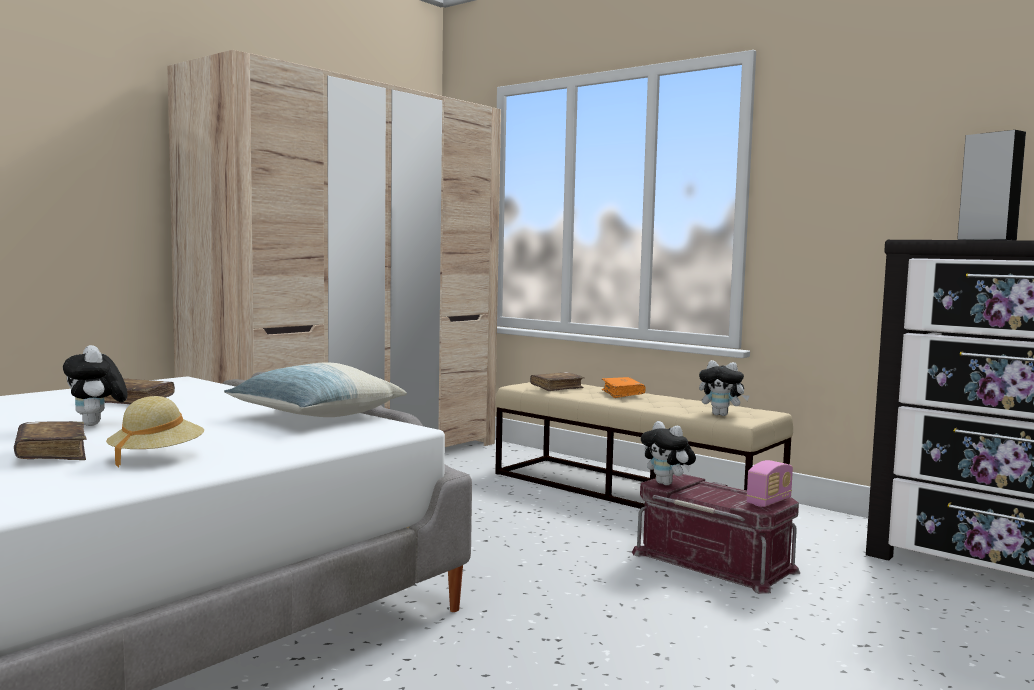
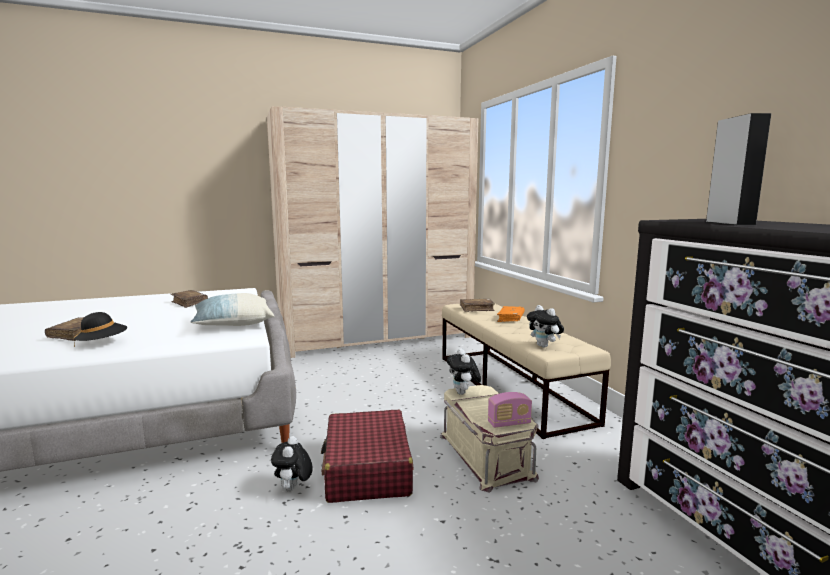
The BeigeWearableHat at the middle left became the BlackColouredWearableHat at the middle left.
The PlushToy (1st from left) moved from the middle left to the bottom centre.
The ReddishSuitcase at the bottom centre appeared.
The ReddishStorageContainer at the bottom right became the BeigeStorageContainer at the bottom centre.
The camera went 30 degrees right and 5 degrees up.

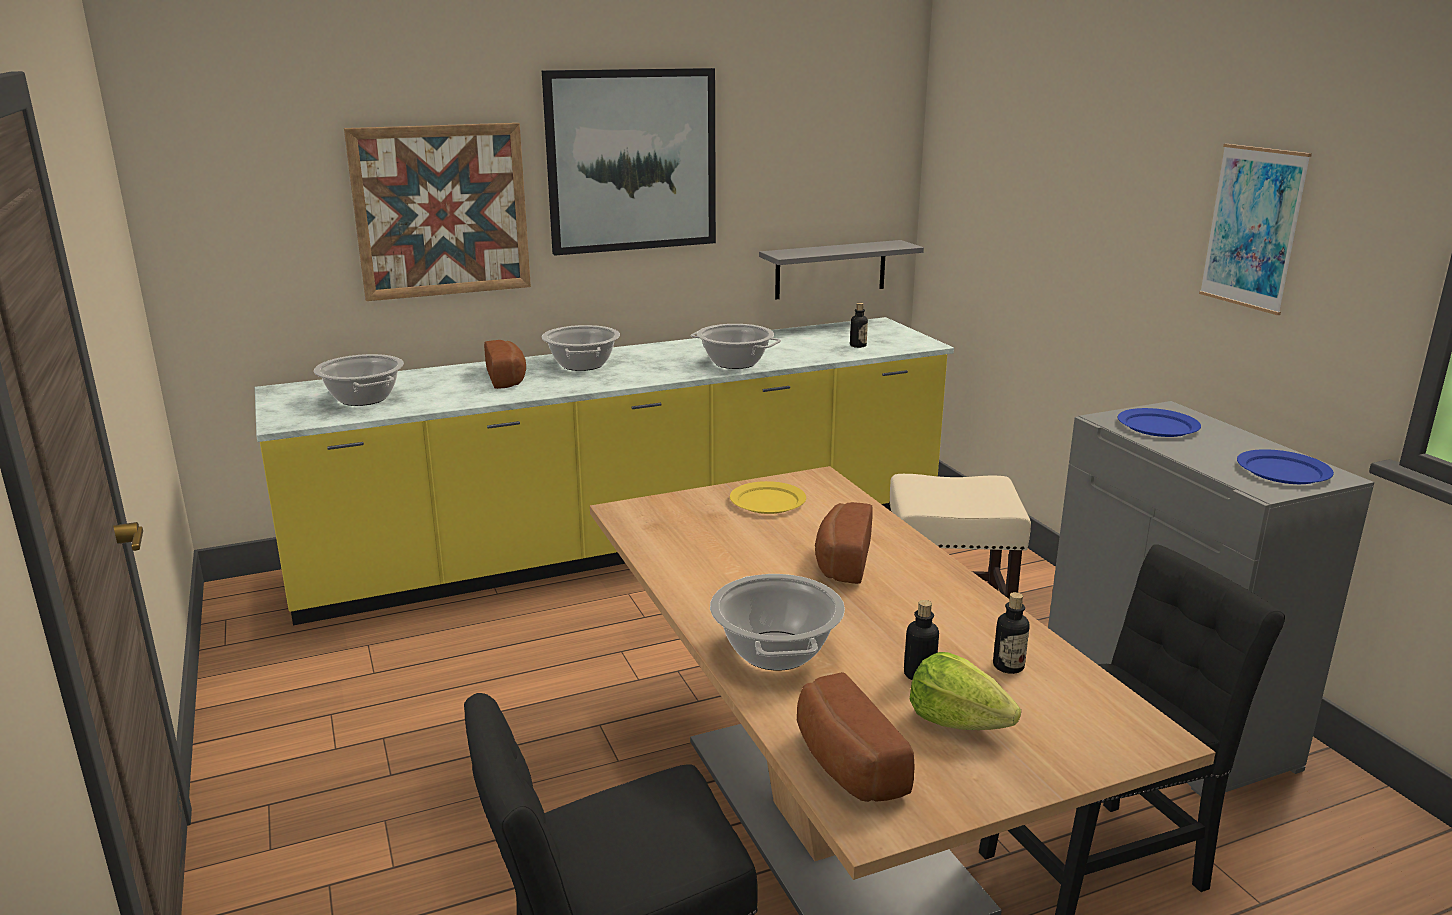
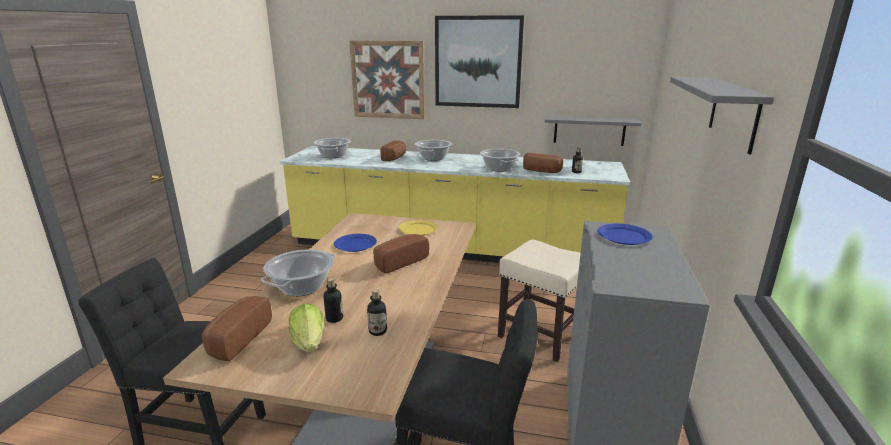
The BlueColouredDinnerPlate (2nd from left in the first image) moved from the middle right to the centre.
The BakedBread (4th from left) at the centre appeared.
The WallArt (3rd from left) at the top right was replaced by the GreyishShelf (2nd from left) at the top right.
The camera went 35 degrees right and 0 degrees up.

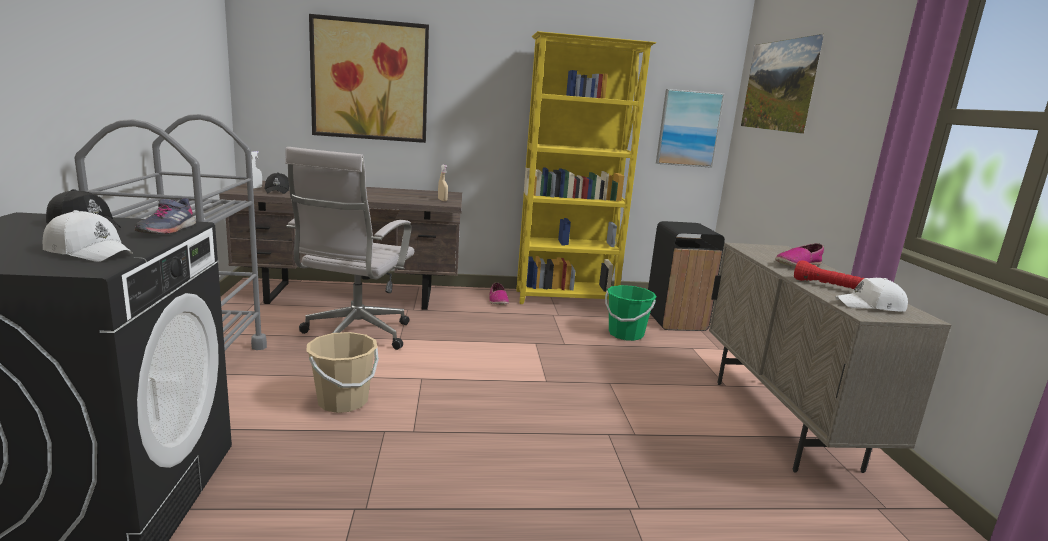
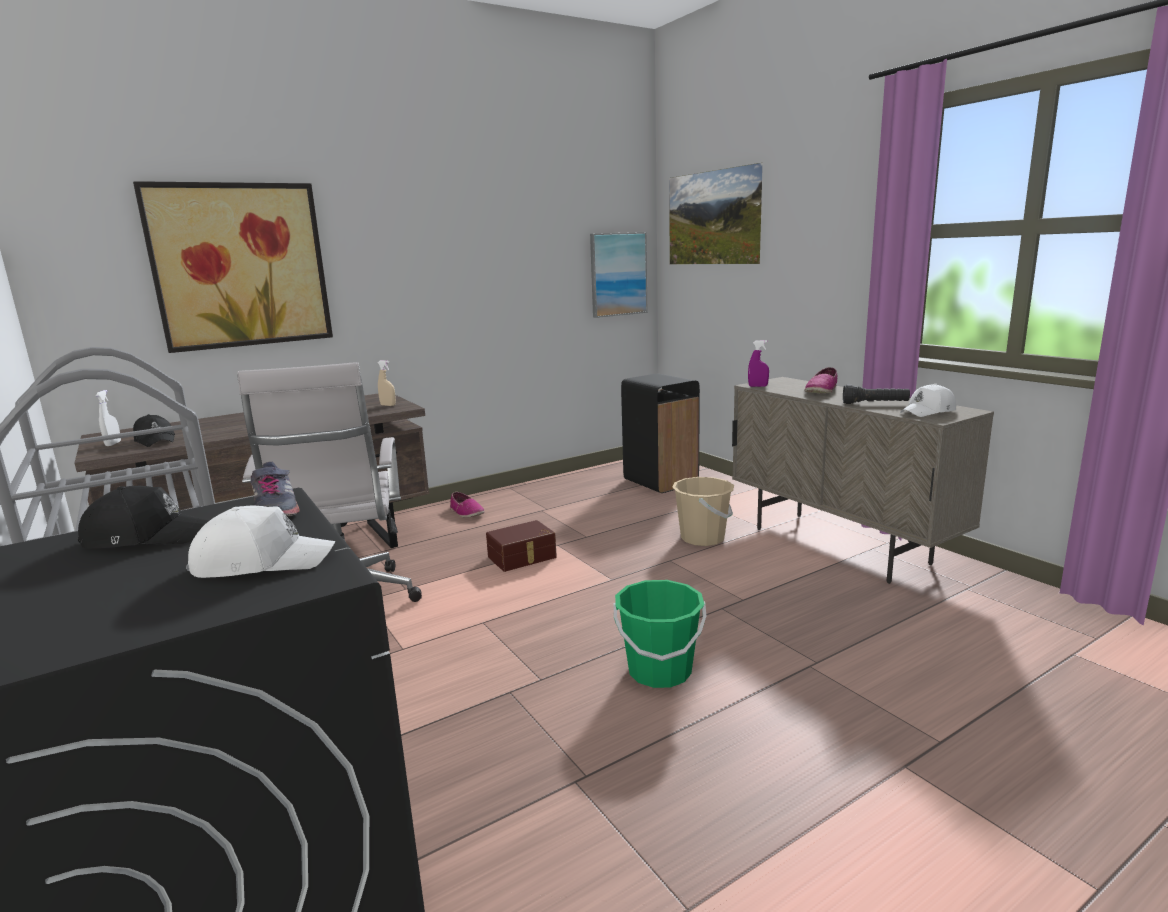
The BrownStorageContainer at the centre appeared.
The GreenishBucket moved from the centre to the bottom centre.
The BeigeBucket moved from the bottom left to the centre.
The PurplishSprayer at the centre appeared.
The ReddishHandTorch at the middle right became the BlackColouredHandTorch at the middle right.
The YellowBookshelf at the top centre disappeared.
The camera went 25 degrees left and 0 degrees up.

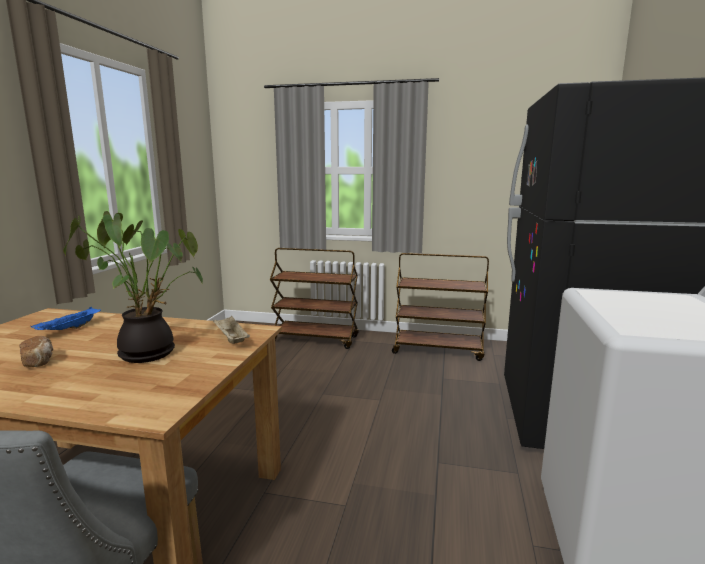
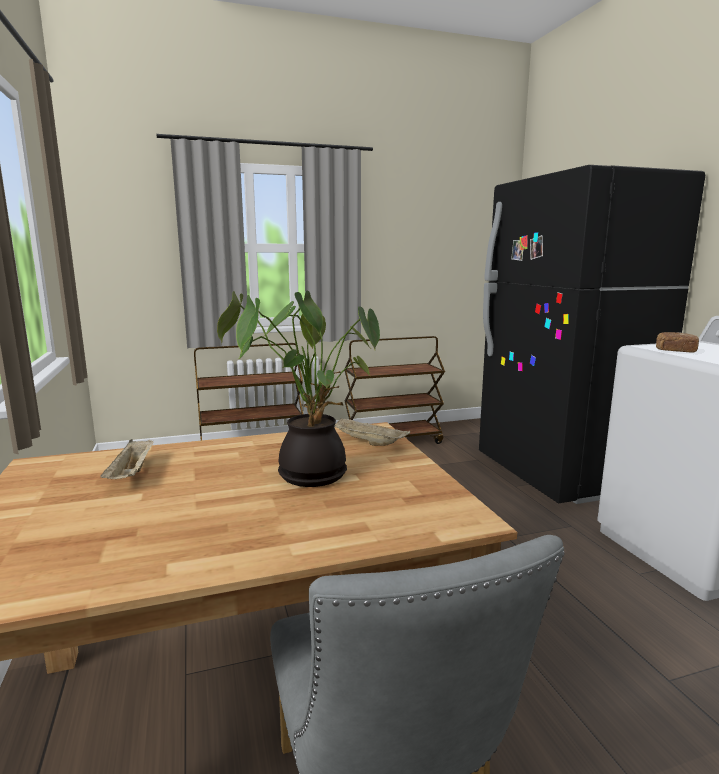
The BlueColouredServingTray at the middle left became the BeigeServingTray (1st from left) at the middle left.
The BakedBread moved from the middle left to the middle right.
The camera went 30 degrees left and 0 degrees up.

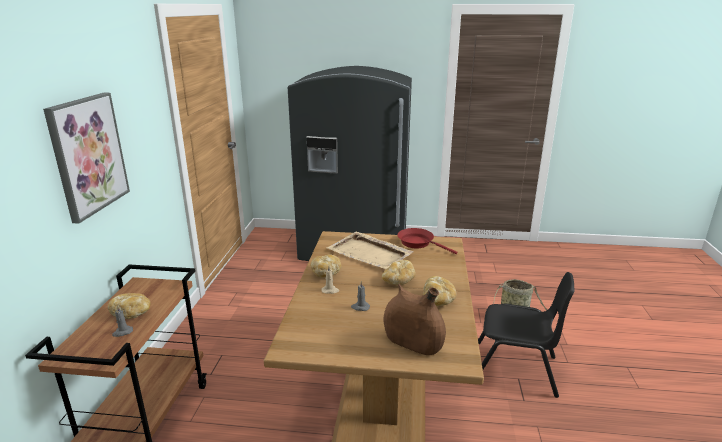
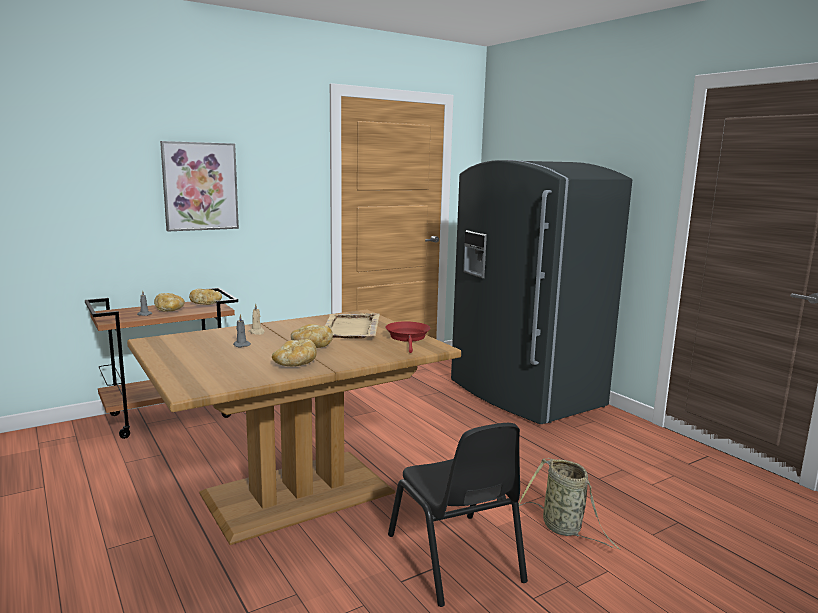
The BakedBread (2nd from left) moved from the centre to the middle left.
The BrownFlowerVase at the bottom centre disappeared.
The camera went 50 degrees right and 10 degrees down.

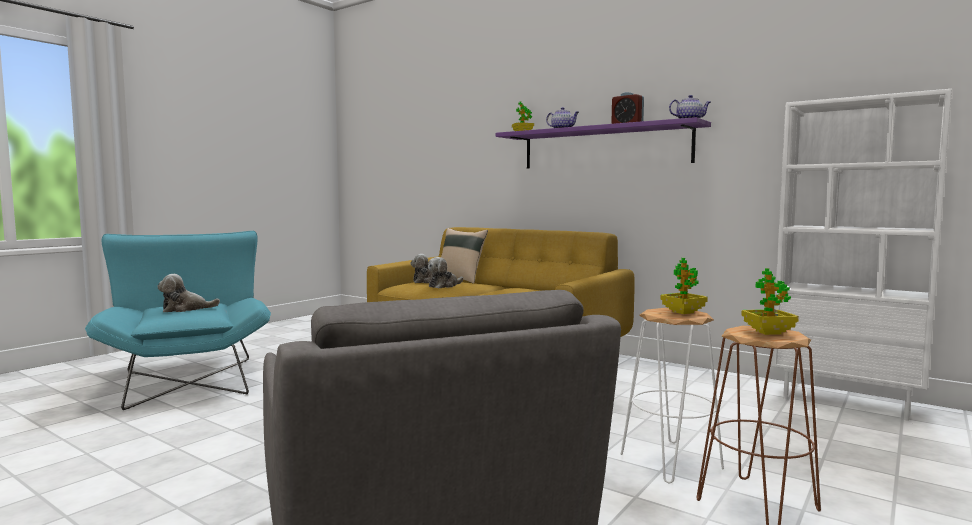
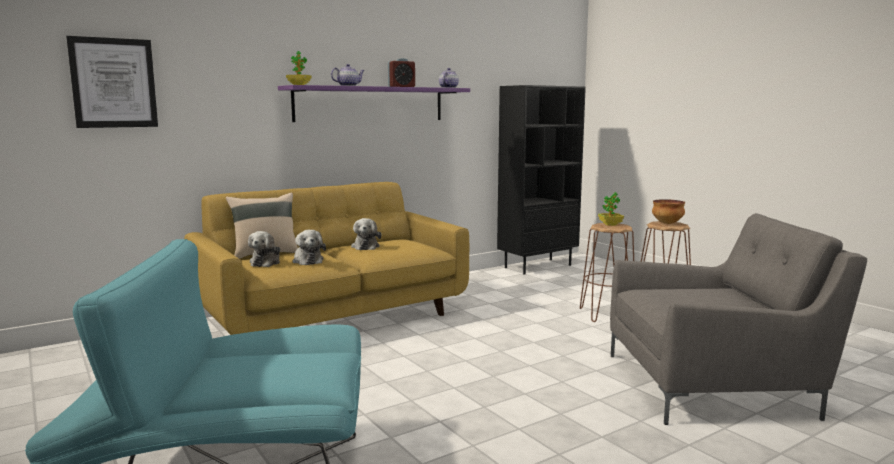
The WallArt at the top left appeared.
The PlushToy (1st from left in the first image) moved from the middle left to the centre.
The WhiteColouredBookshelf at the middle right became the BlackColouredBookshelf at the centre.
The WhiteColouredSittingStool at the bottom right became the BrownSittingStool (1st from left) at the middle right.
The PlantInAPot (3rd from left) at the middle right was replaced by the ServingBowl at the middle right.
The camera went 70 degrees left and 5 degrees up.

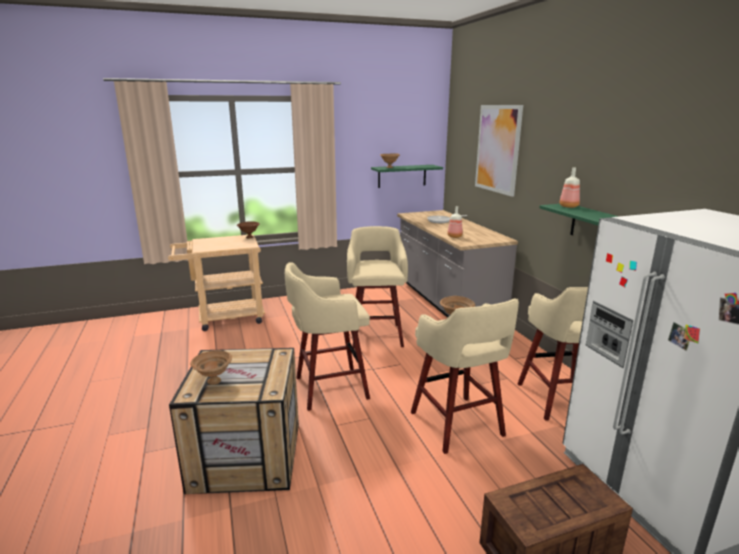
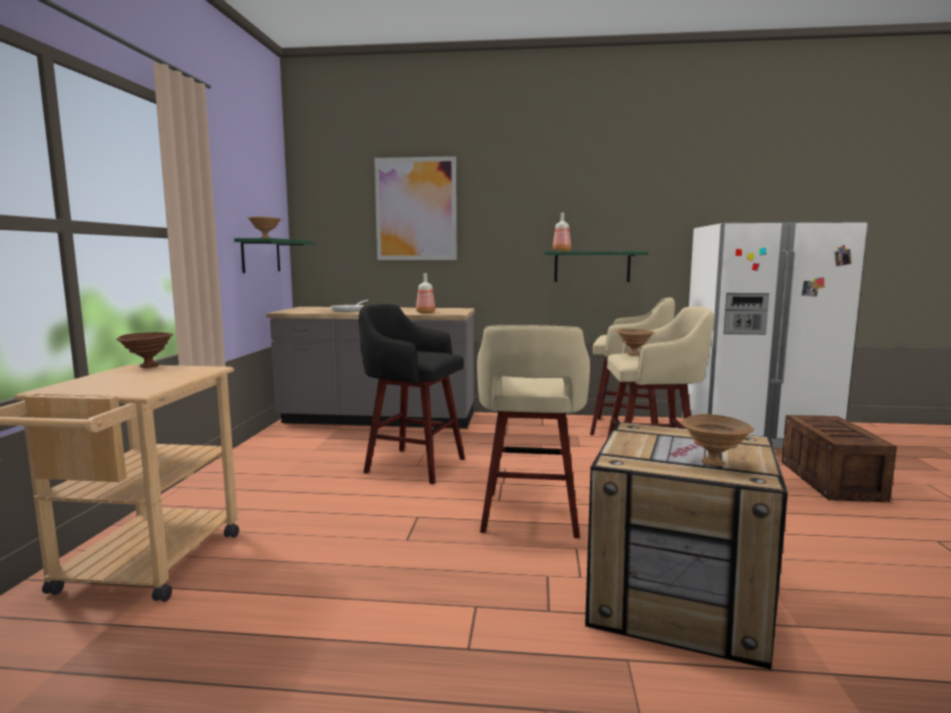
The BeigeSittingStool (2nd from left) at the centre became the BlackColouredSittingStool at the centre.
The camera went 65 degrees left and 10 degrees down.

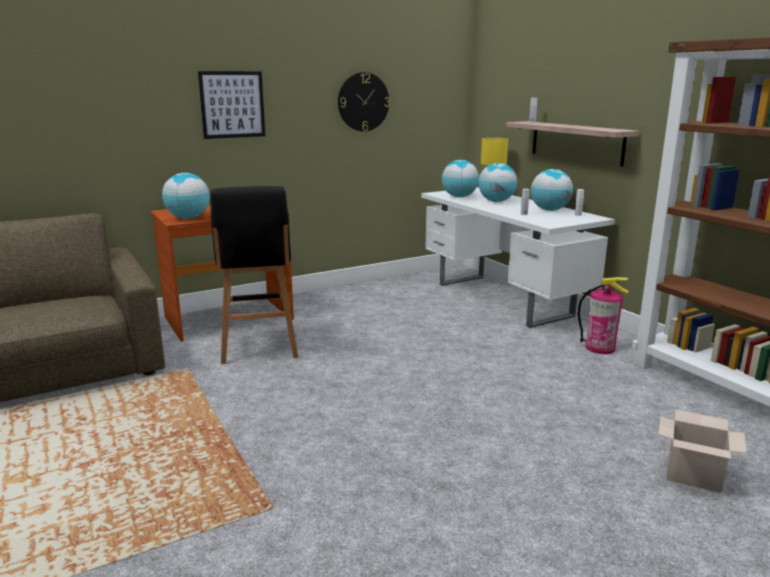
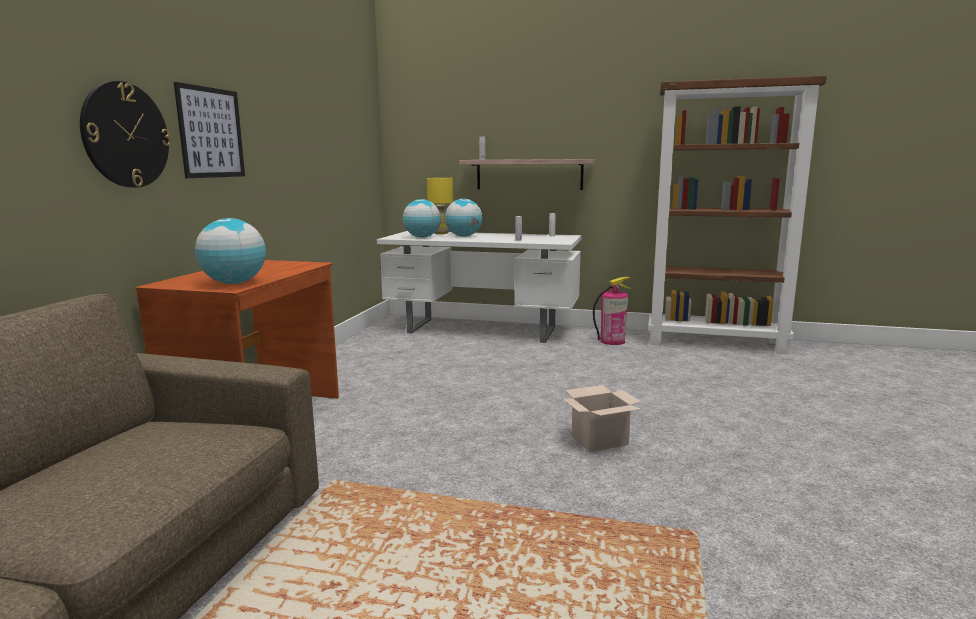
The WallClock moved from the top centre to the top left.
The PackingBox moved from the bottom right to the bottom centre.
The BlackColouredSittingStool at the middle left disappeared.
The DeskGlobe (4th from left) at the top right disappeared.
The camera went 45 degrees left and 5 degrees down.

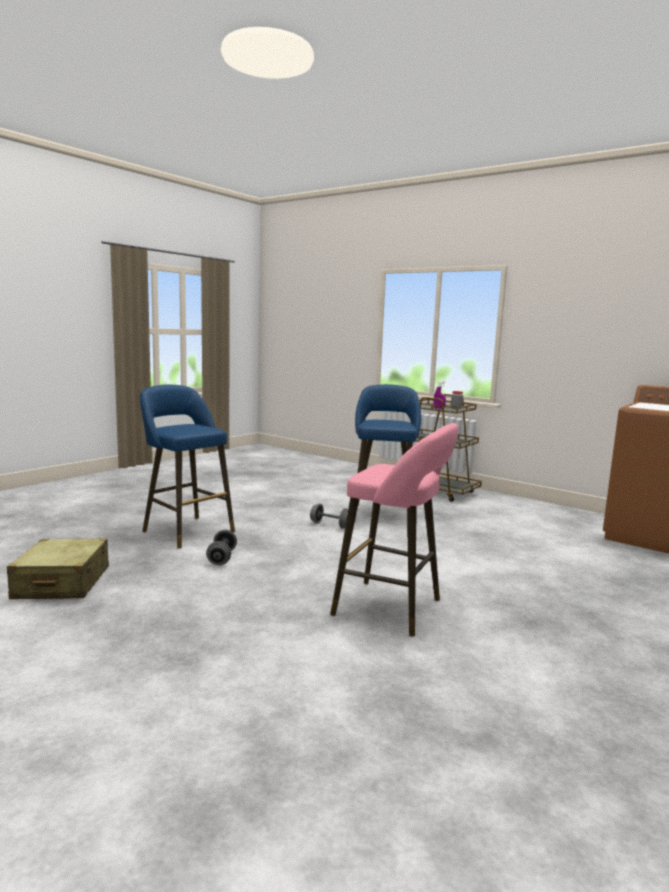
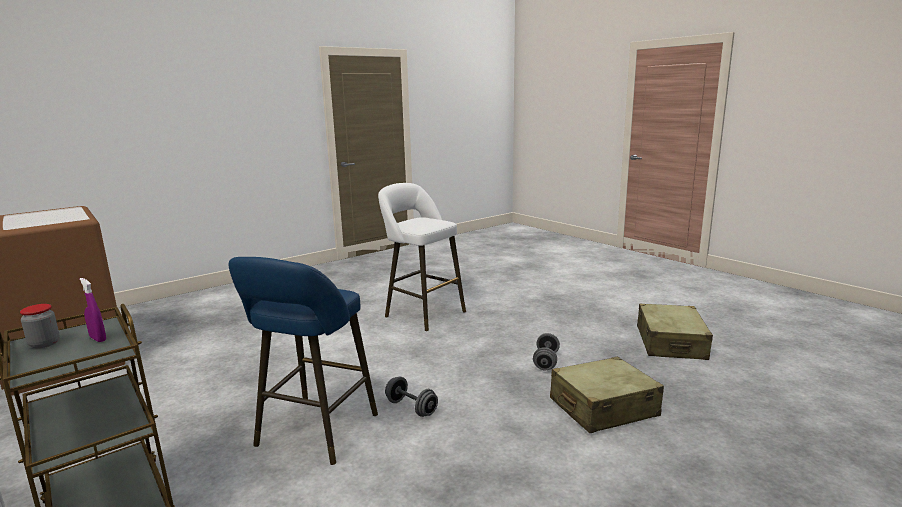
The PinkishSittingStool at the centre became the WhiteColouredSittingStool at the centre.
The BlueColouredSittingStool (1st from left) at the middle left was replaced by the BeigeSuitcase (1st from left) at the bottom right.
The camera went 165 degrees left and 5 degrees up.

